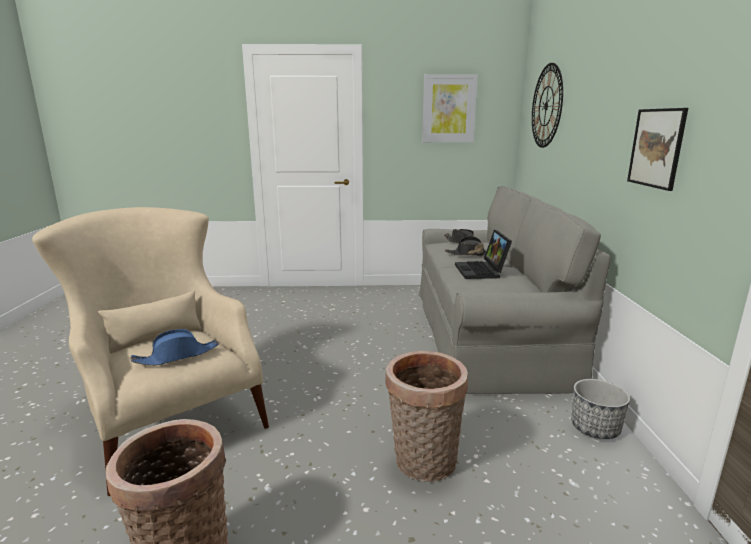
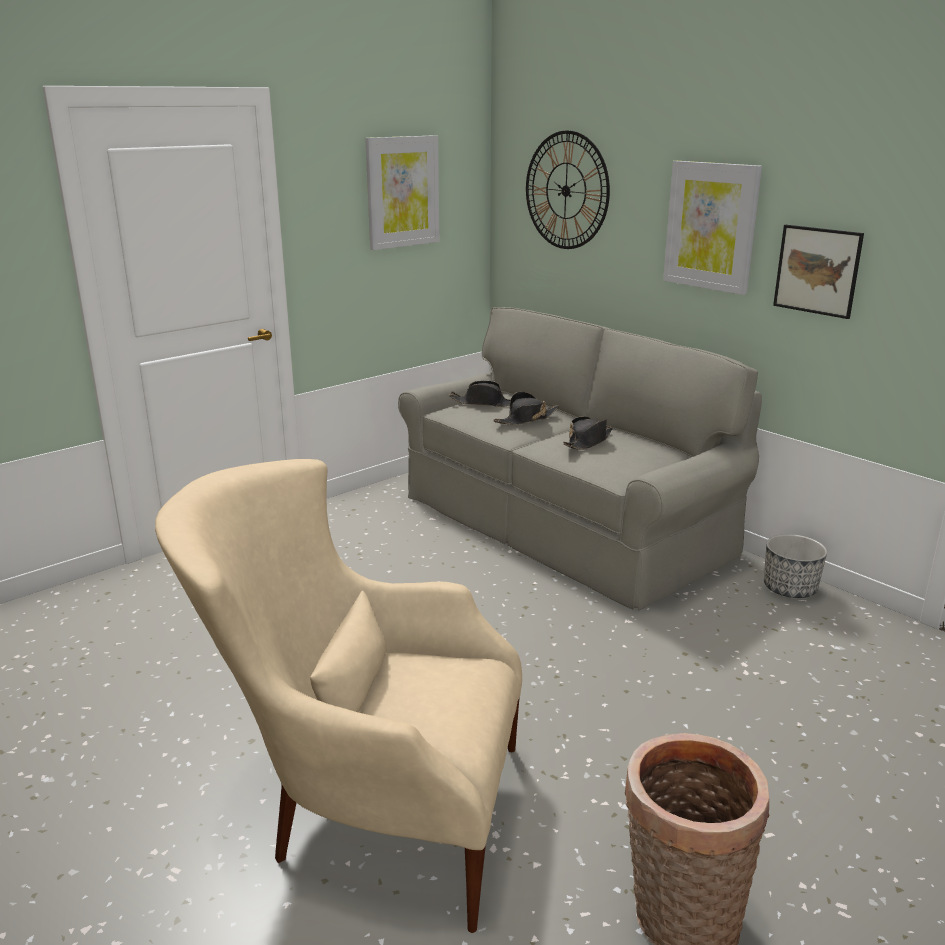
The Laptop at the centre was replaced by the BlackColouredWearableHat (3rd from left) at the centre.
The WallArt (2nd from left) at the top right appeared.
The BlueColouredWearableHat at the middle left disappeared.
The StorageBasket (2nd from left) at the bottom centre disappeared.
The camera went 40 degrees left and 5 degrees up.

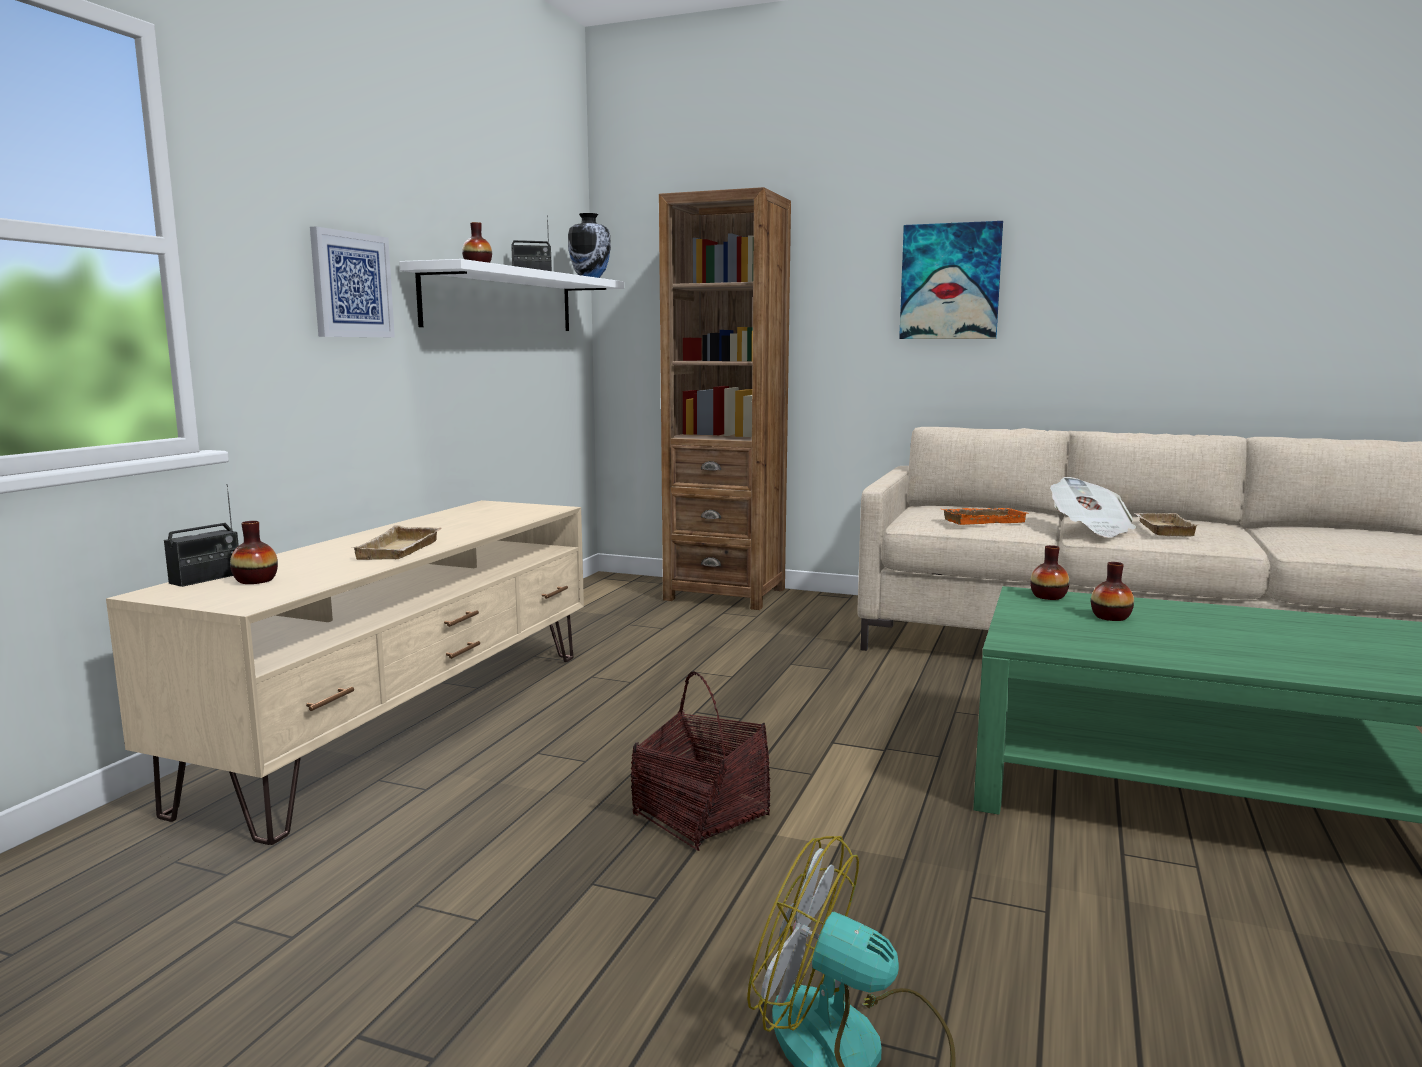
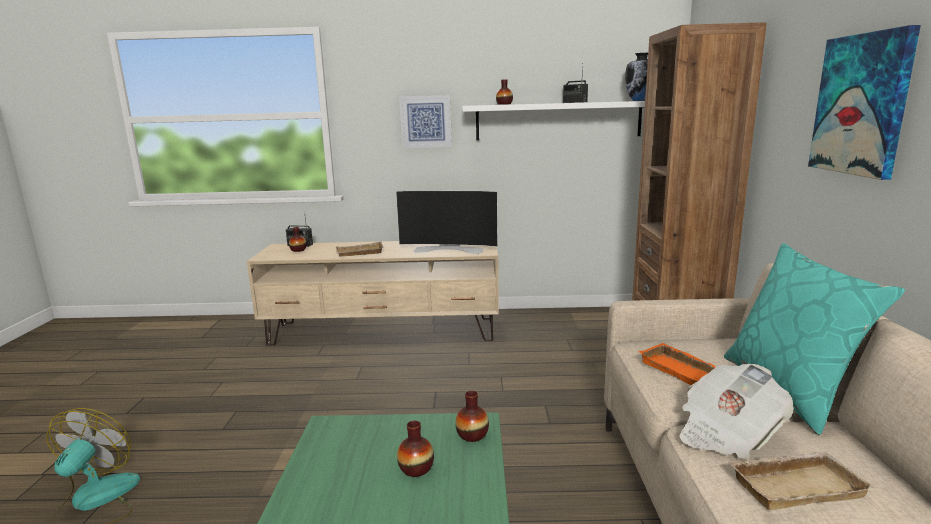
The Television at the centre appeared.
The TurquoiseColouredThrowPillow at the middle right appeared.
The StorageBasket at the bottom centre disappeared.
The camera went 70 degrees right and 5 degrees up.

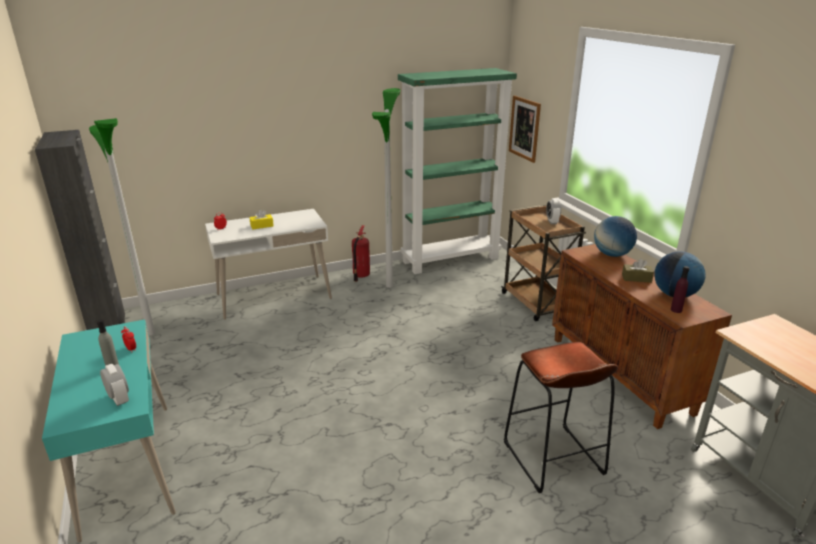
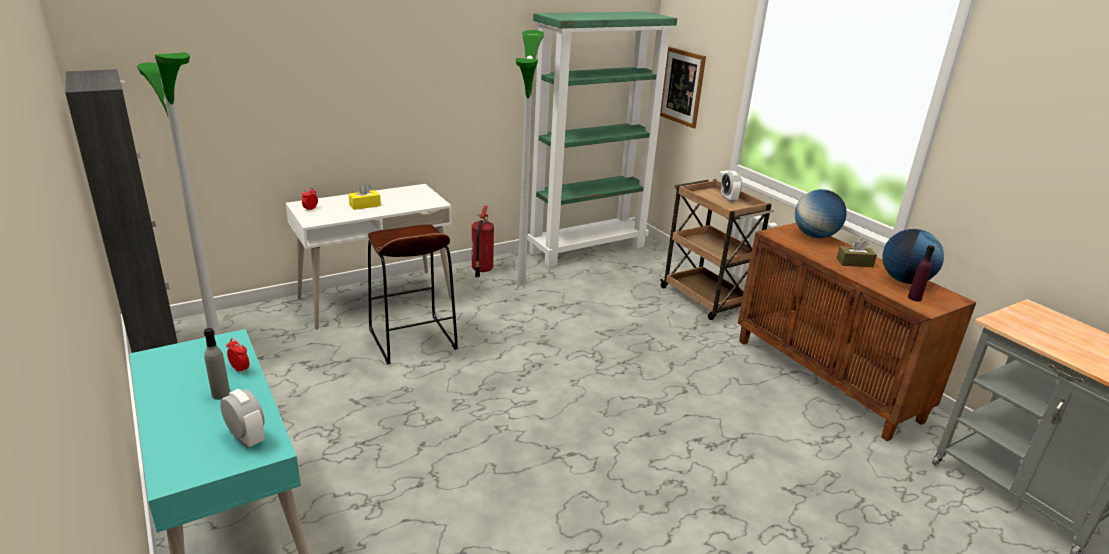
The BrownSittingStool moved from the bottom right to the centre.
The camera went 10 degrees left and 0 degrees up.

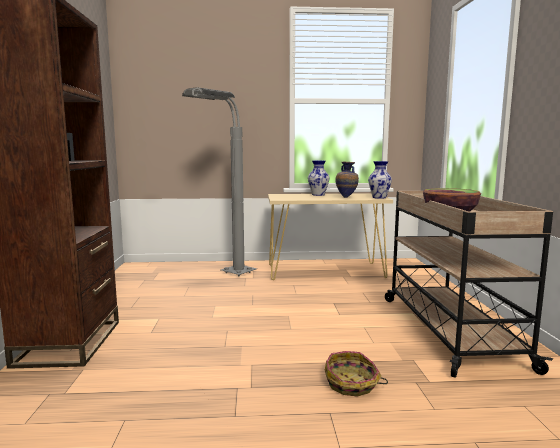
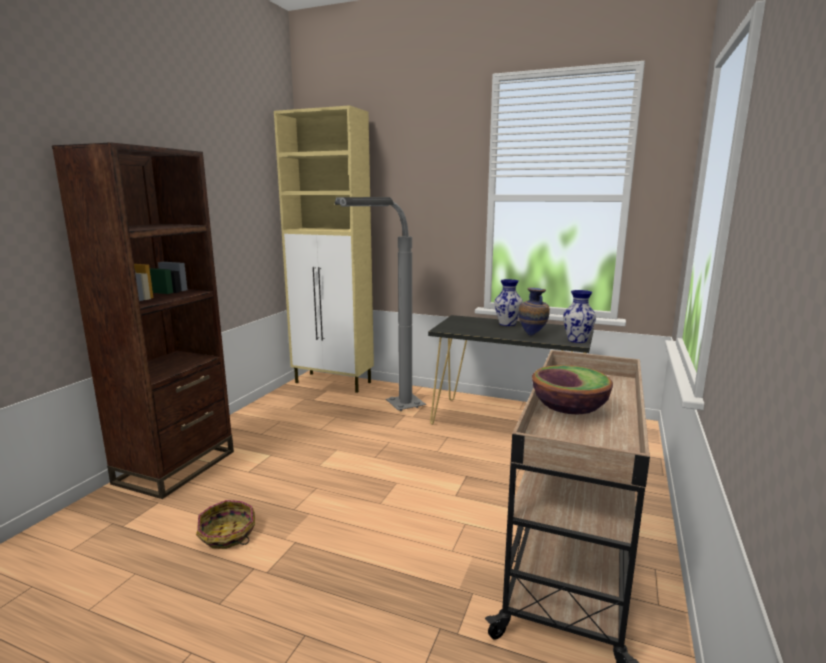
The StorageBasket moved from the bottom centre to the bottom left.
The BeigeCupboard at the centre appeared.
The BeigeNarrowTable at the centre became the BlackColouredNarrowTable at the centre.
The camera went 25 degrees right and 5 degrees up.

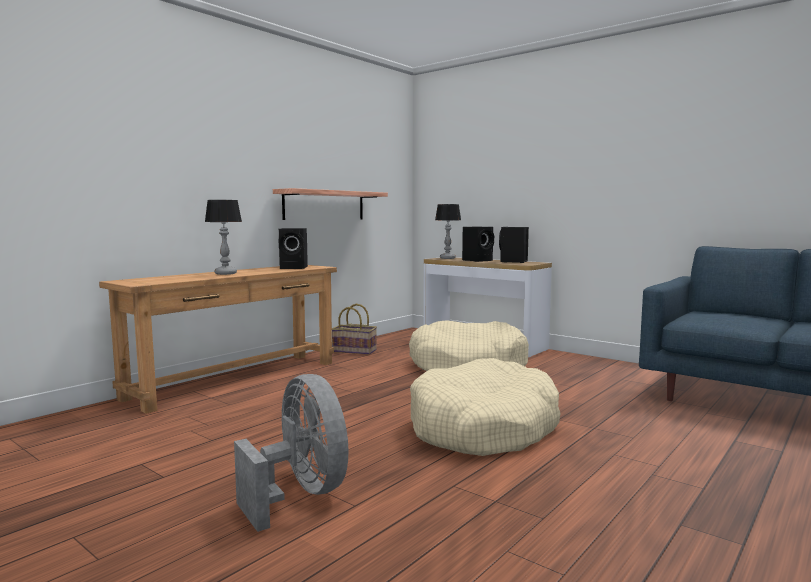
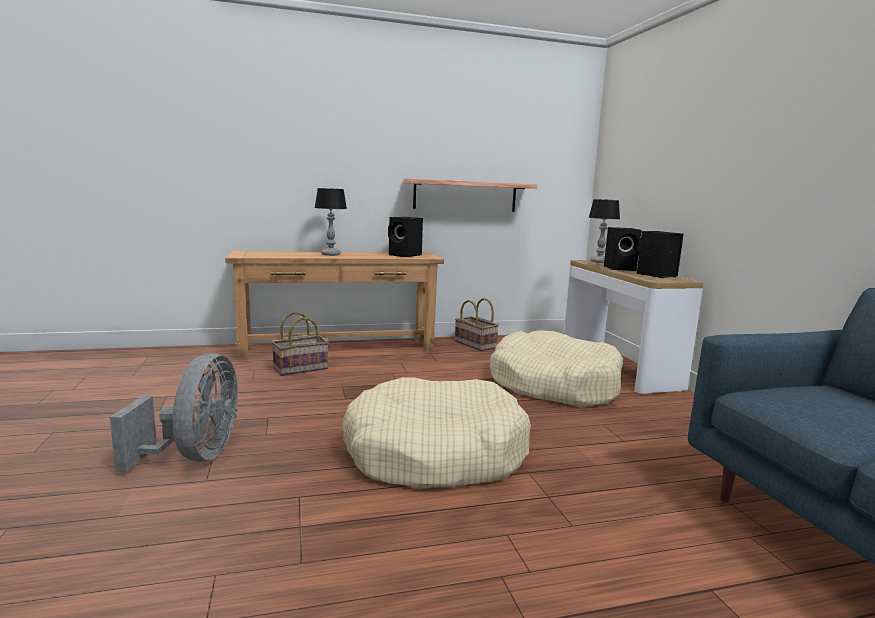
The StorageBasket (1st from left) at the centre appeared.
The camera went 35 degrees right and 5 degrees up.

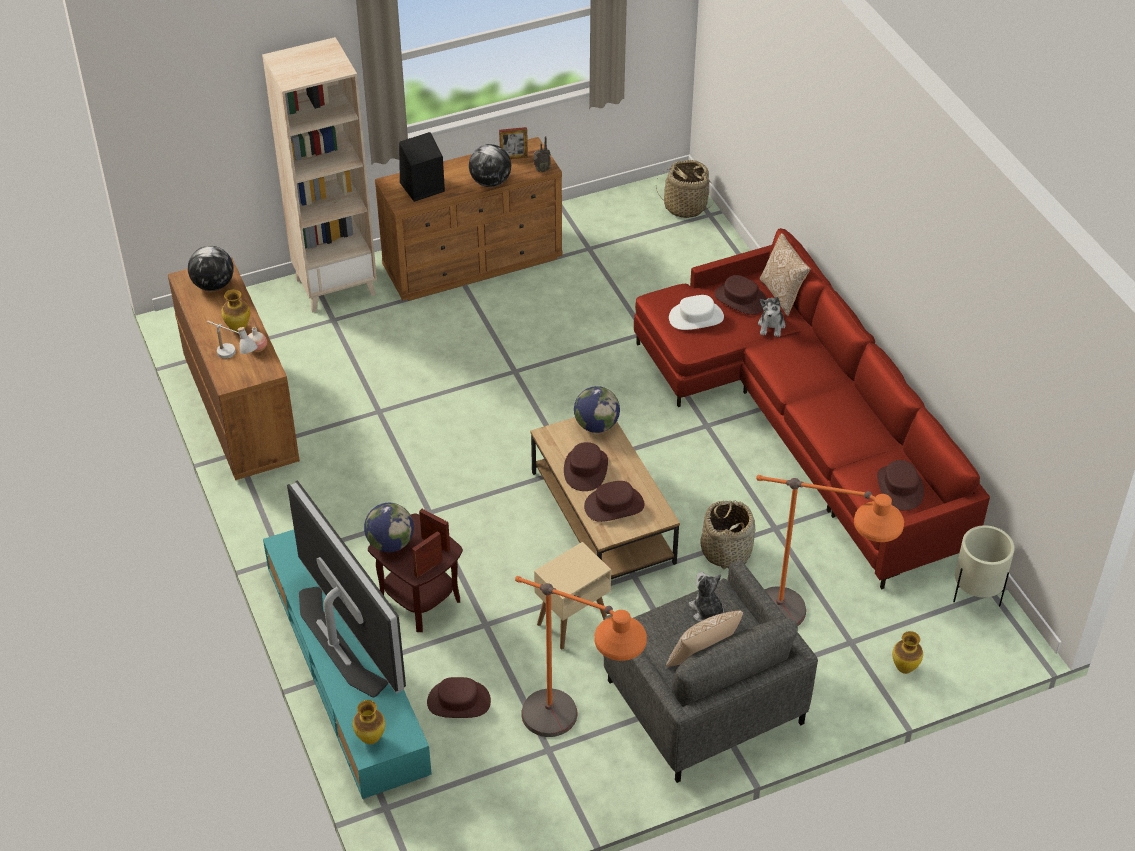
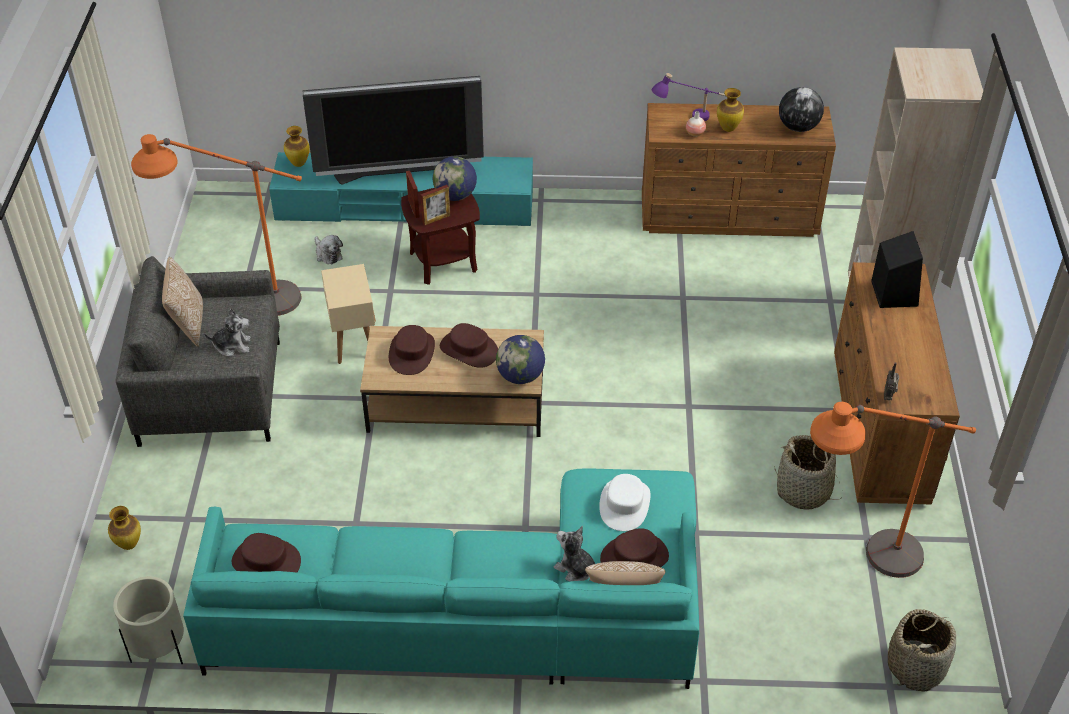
The ReddishSettee at the middle right became the TurquoiseColouredSettee at the bottom centre.
The BrownWearableHat (1st from left) at the bottom centre was replaced by the PlushToy (2nd from left) at the middle left.
The WhiteColouredTabletopLamp at the middle left became the PurplishTabletopLamp at the top centre.
The StorageBasket (2nd from left in the first image) moved from the centre to the middle right.
The OrangeColouredStandardLamp (2nd from left) moved from the middle right to the bottom right.
The DeskGlobe (3rd from left) at the top centre disappeared.
The PictureFrame (3rd from left) at the top centre disappeared.
The camera went 115 degrees right and 0 degrees up.

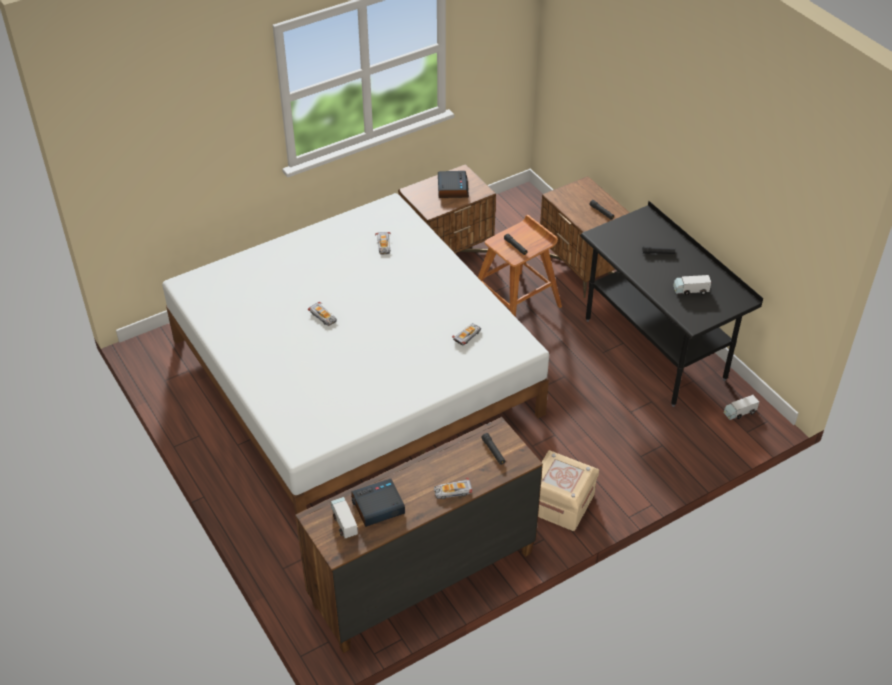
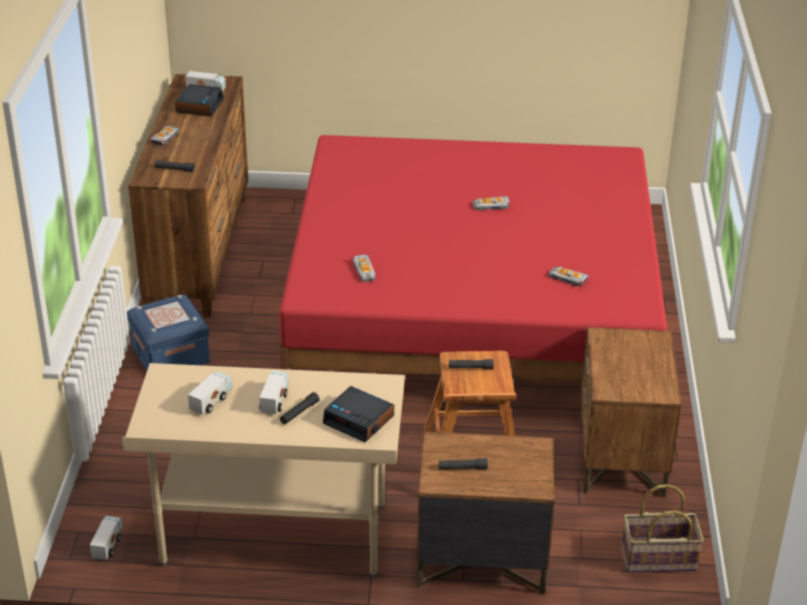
The BlackColouredDeskTable at the middle right became the BeigeDeskTable at the bottom left.
The BeigeStorageContainer at the bottom centre became the BlueColouredStorageContainer at the middle left.
The ToyLorry (4th from left) at the centre appeared.
The WhiteColouredSleepingBed at the centre became the ReddishSleepingBed at the centre.
The BedsideClock (2nd from left) moved from the top centre to the bottom centre.
The StorageBasket at the bottom right appeared.
The camera went 125 degrees right and 10 degrees down.

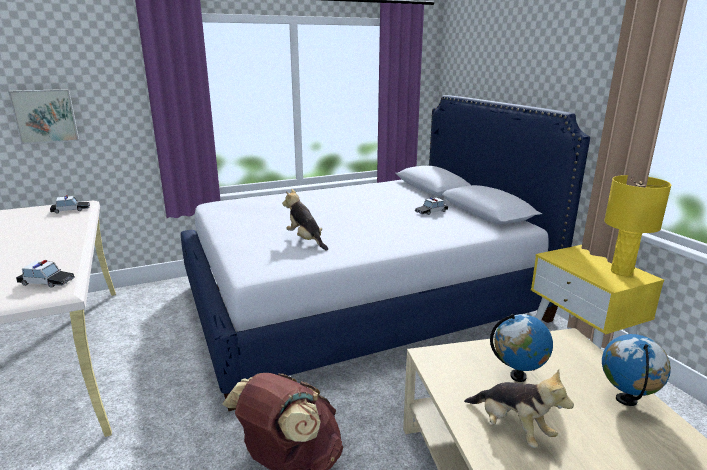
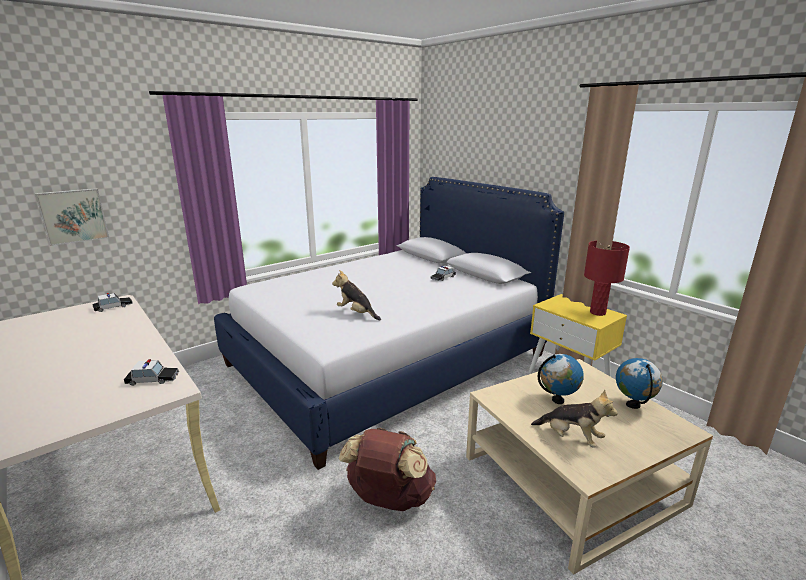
The YellowTabletopLamp at the middle right became the ReddishTabletopLamp at the middle right.
The camera went 15 degrees left and 0 degrees up.

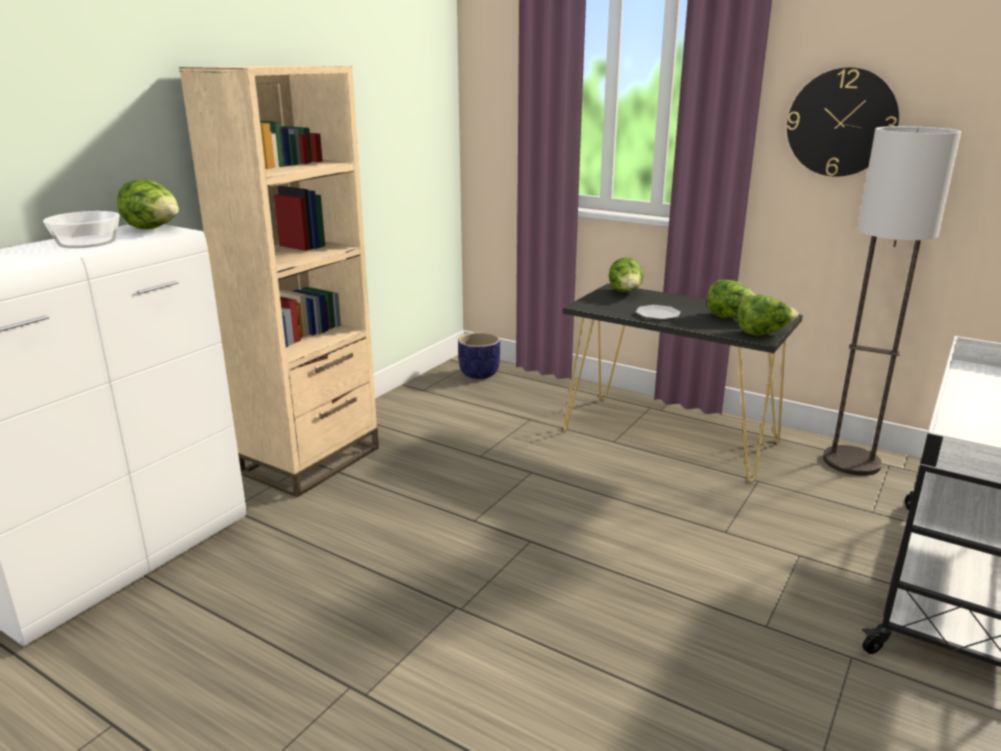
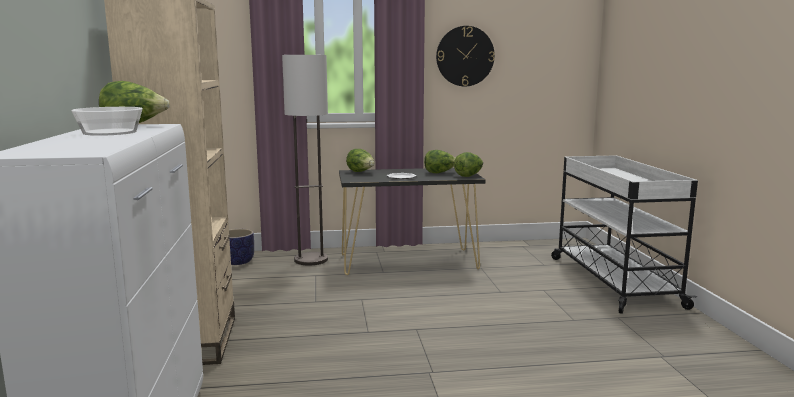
The StandardLamp moved from the middle right to the centre.
The camera went 40 degrees left and 10 degrees down.

